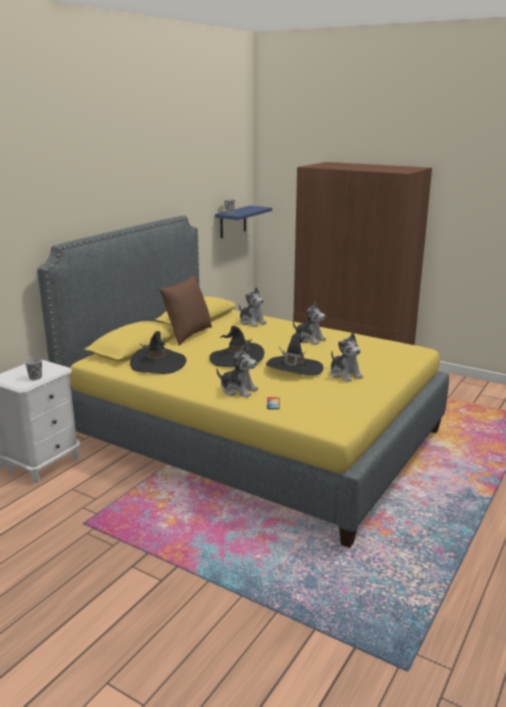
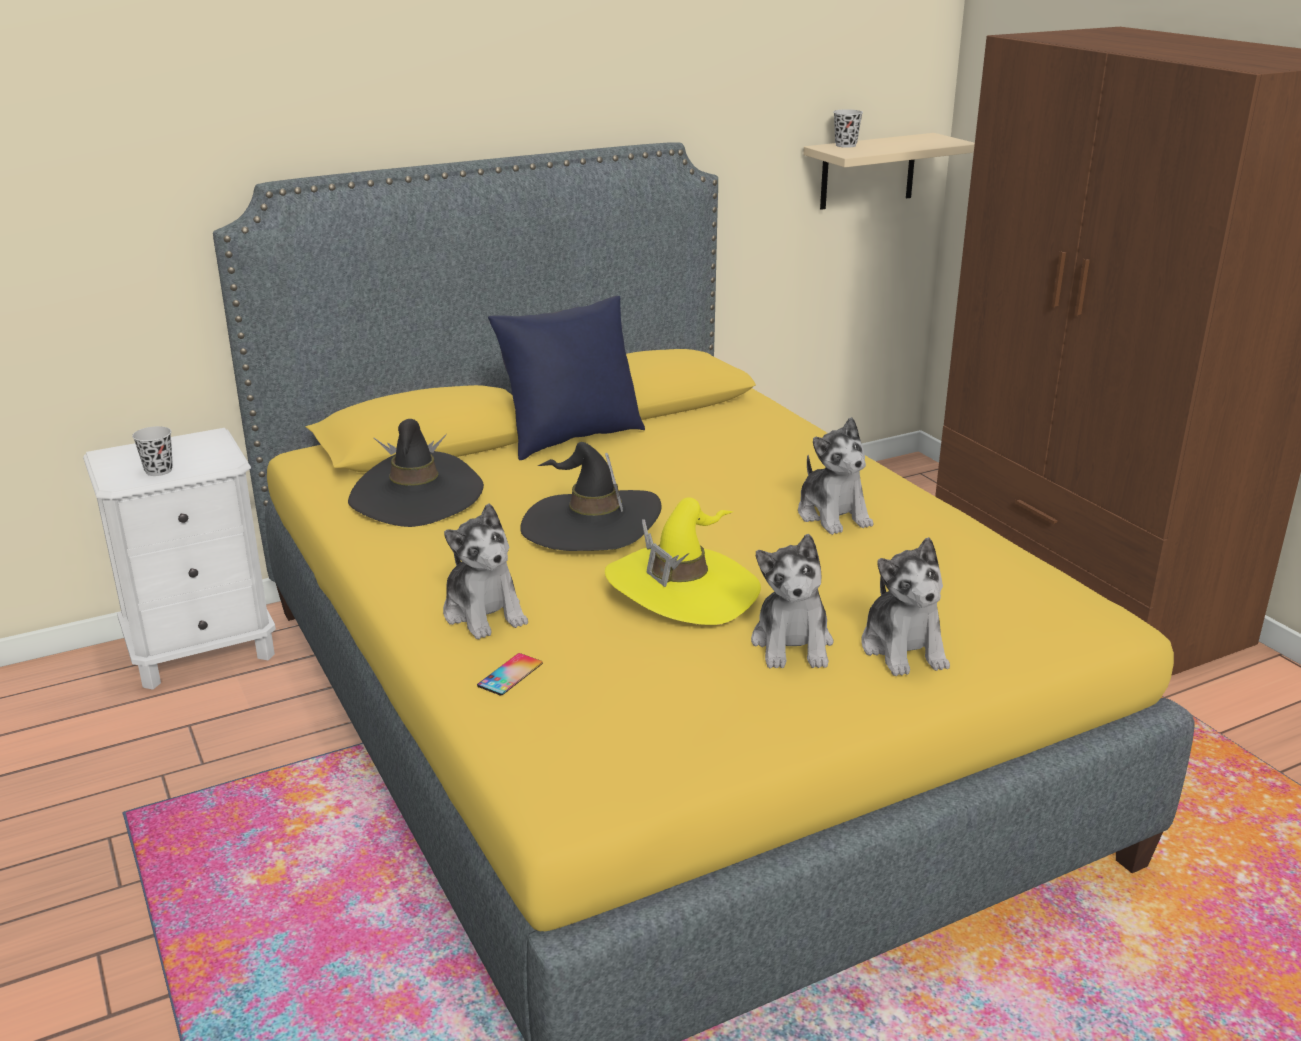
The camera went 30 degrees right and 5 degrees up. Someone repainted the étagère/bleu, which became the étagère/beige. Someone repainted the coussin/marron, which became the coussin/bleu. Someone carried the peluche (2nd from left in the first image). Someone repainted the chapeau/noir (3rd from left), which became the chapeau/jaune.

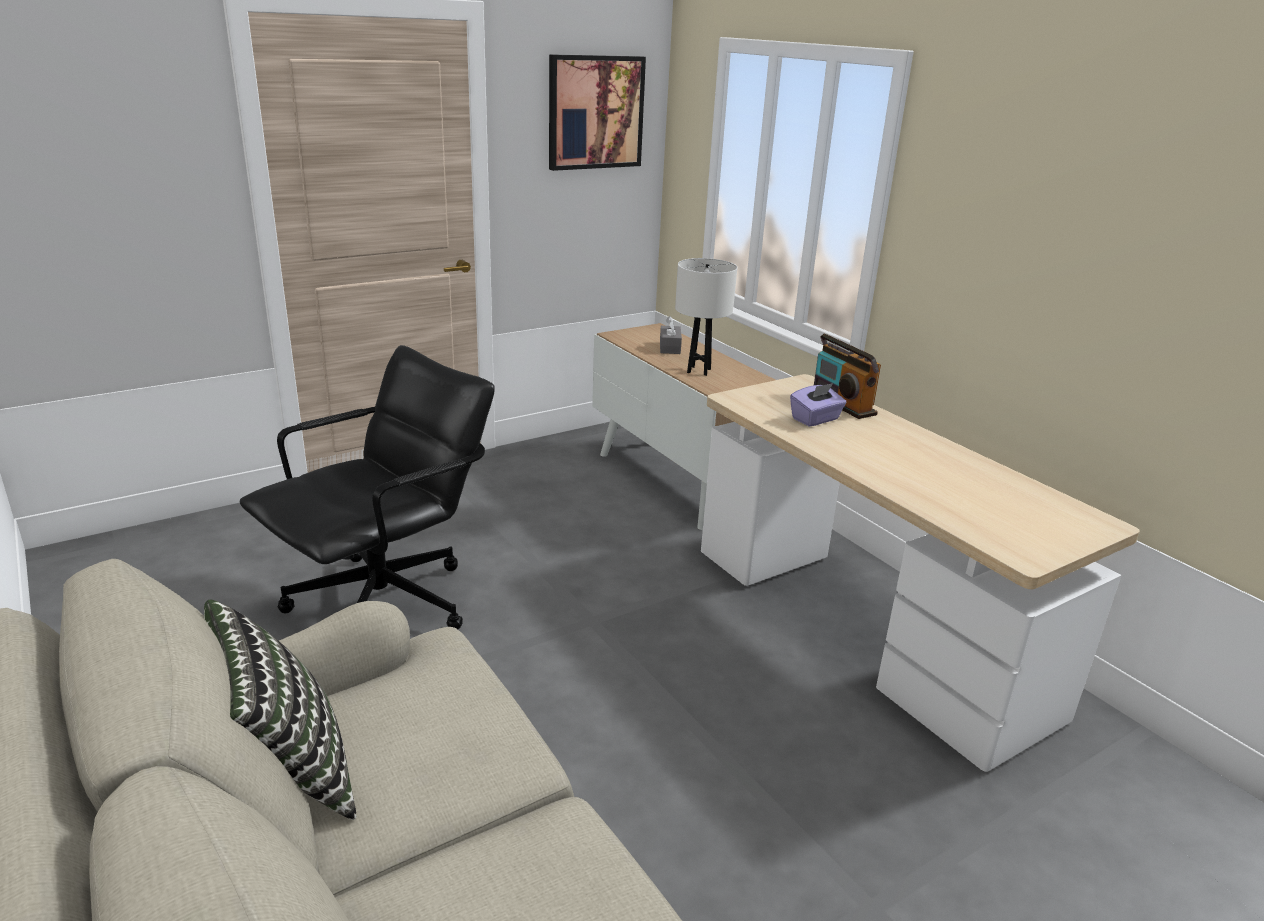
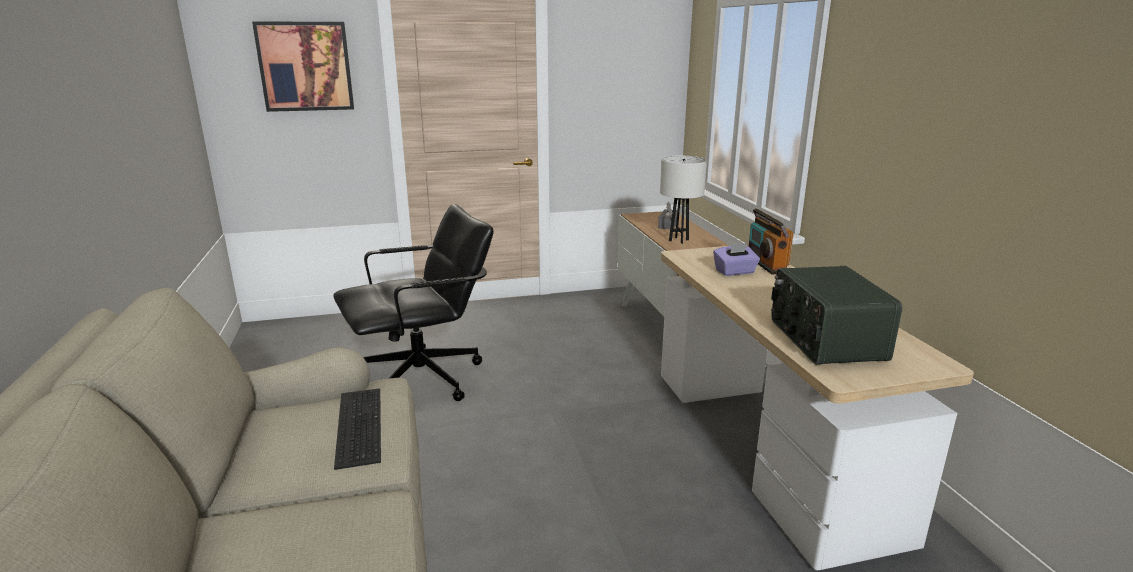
The camera went 20 degrees right and 5 degrees down. Someone carried the tableau. Someone took away the coussin. Someone put down the radio (2nd from left). Someone put down the clavier.

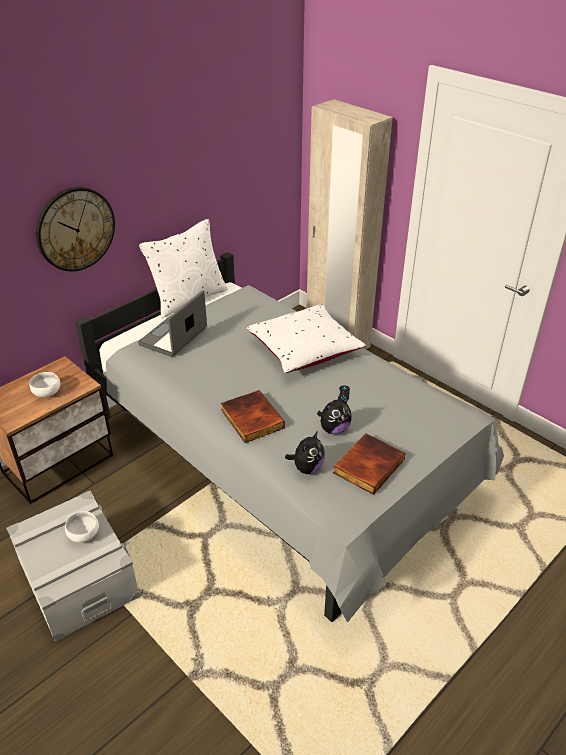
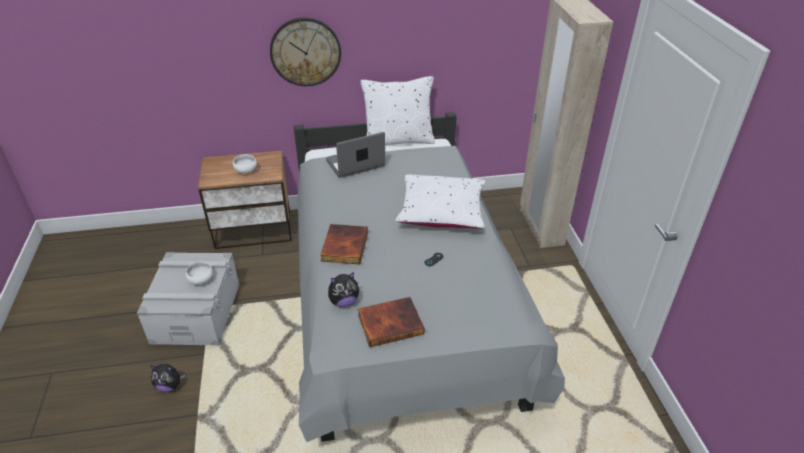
The camera went 35 degrees right and 0 degrees up. Someone carried the peluche (2nd from left in the first image).

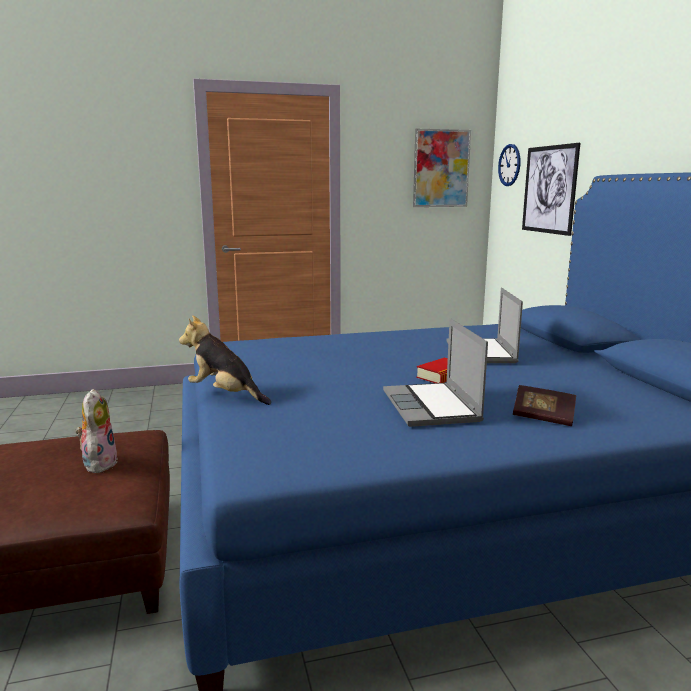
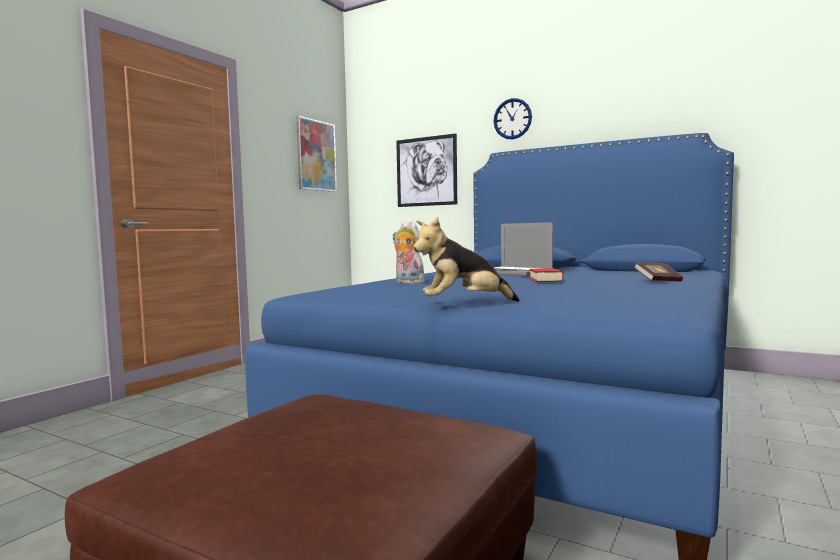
The camera went 45 degrees left and 10 degrees down. Someone carried the horloge murale. Someone took away the ordinateur portable (1st from left). Someone carried the peluche (1st from left).

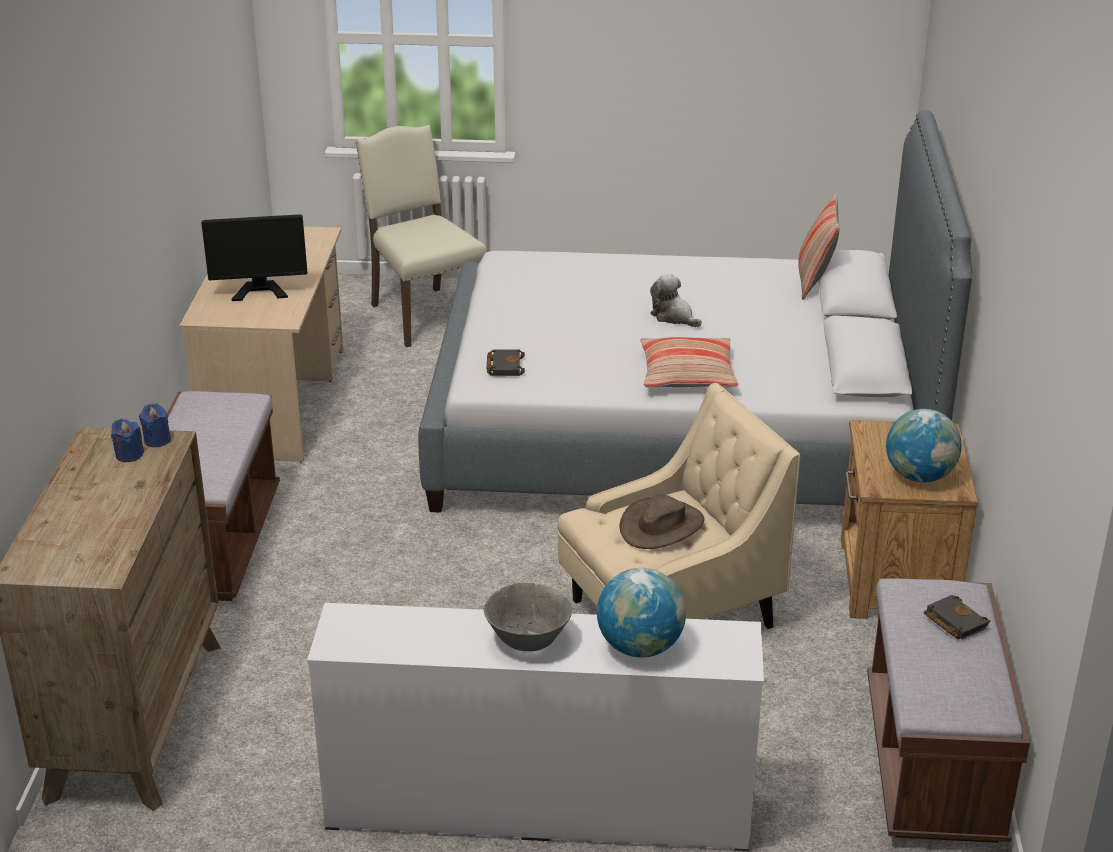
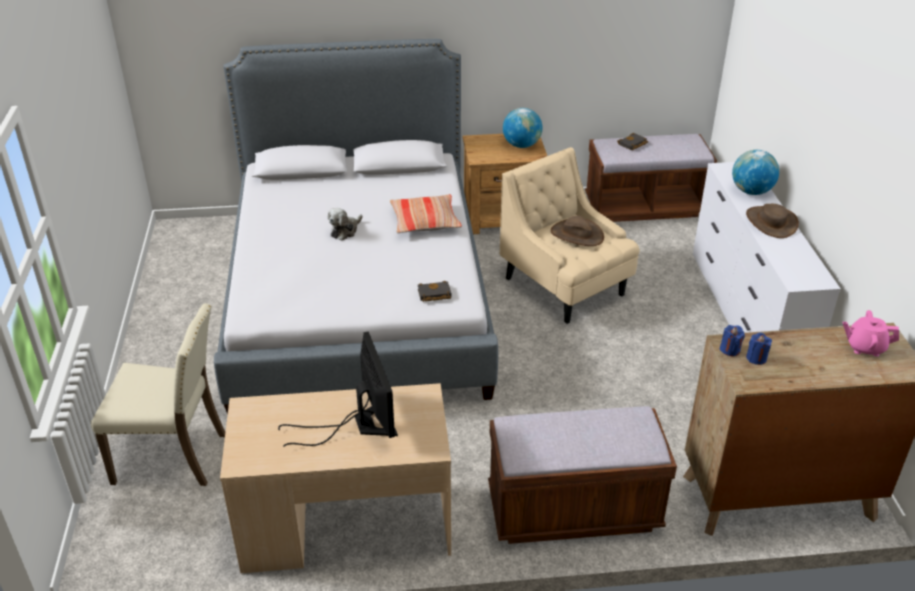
The camera went 100 degrees left and 5 degrees up. Someone rotated the chaise/beige by 135 degrees counterclockwise. Someone took away the coussin (2nd from left). Someone swapped the bol/gris for the chapeau/marron (2nd from left). Someone put down the théière/rose.

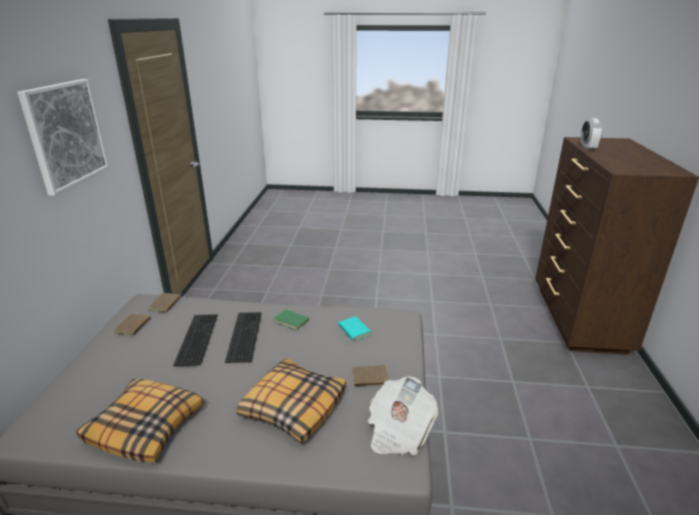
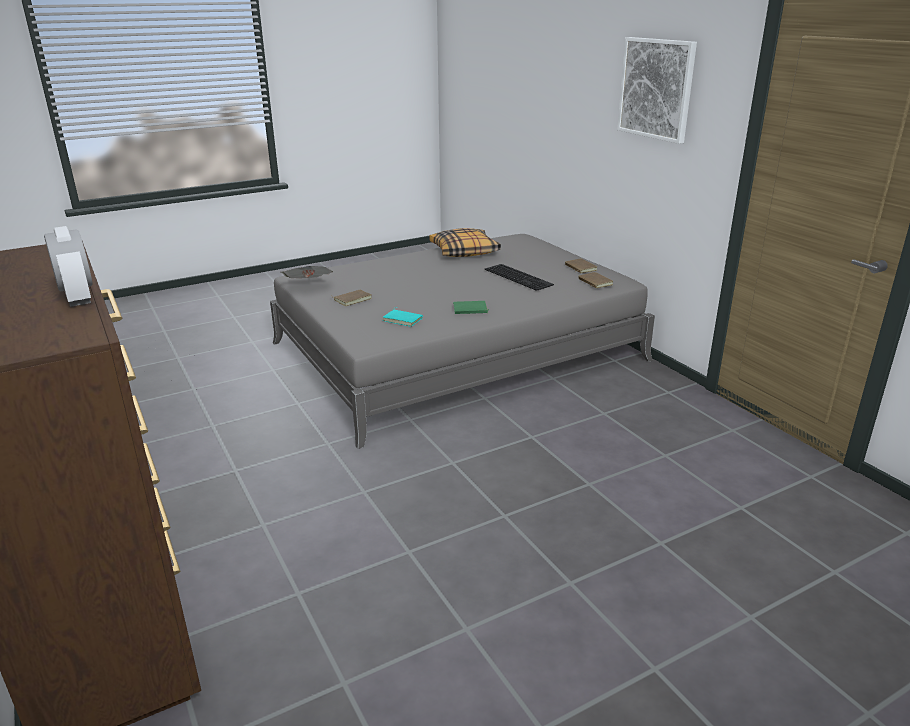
The camera went 145 degrees right and 0 degrees up. Someone took away the clavier (2nd from left). Someone took away the coussin (2nd from left).

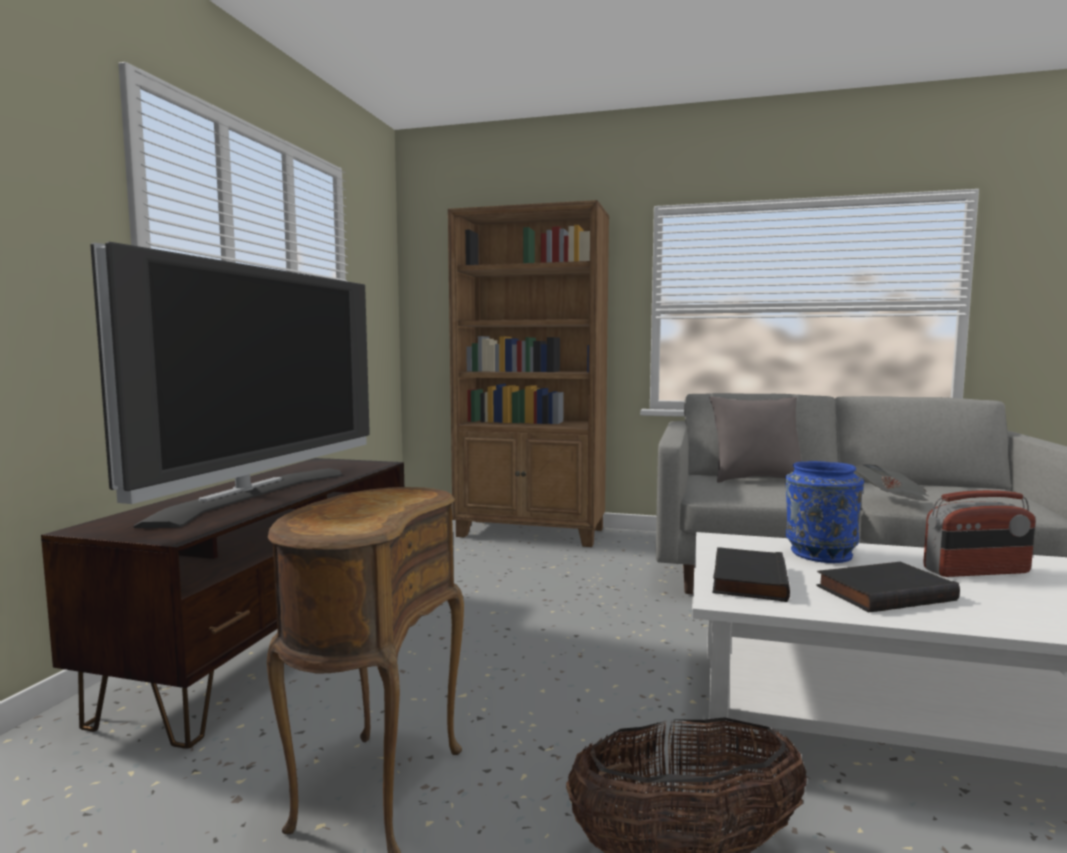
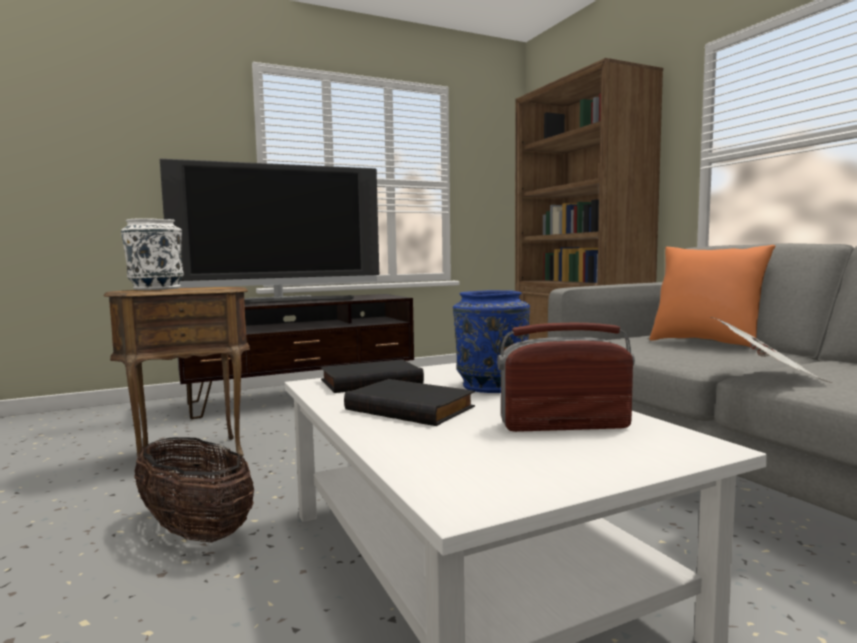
The camera went 50 degrees right and 0 degrees up. Someone repainted the coussin/gris, which became the coussin/orange. Someone rotated the radio by 135 degrees clockwise. Someone put down the vase/blanc.

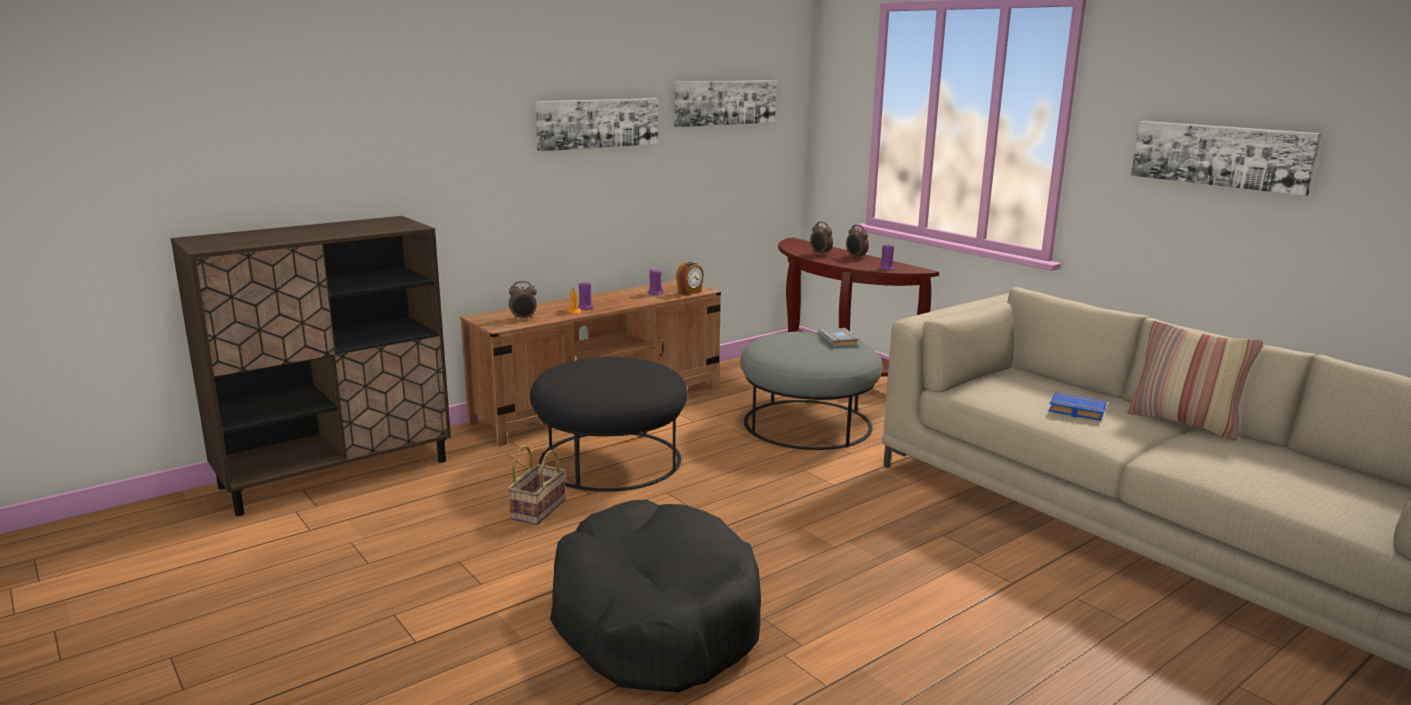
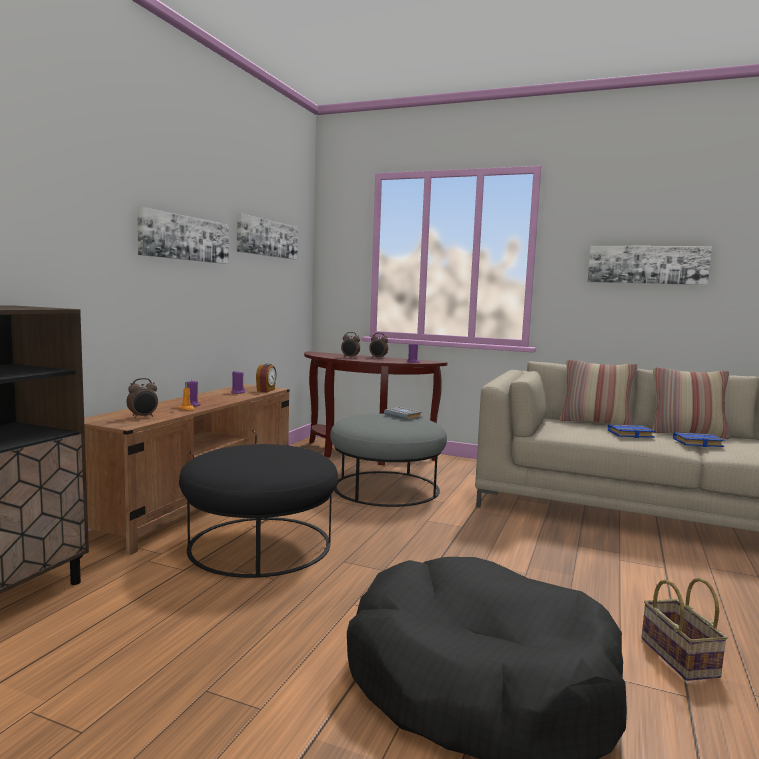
The camera went 30 degrees left and 10 degrees down. Someone carried the panier. Someone put down the coussin (1st from left). Someone put down the livre/bleu (2nd from left).

